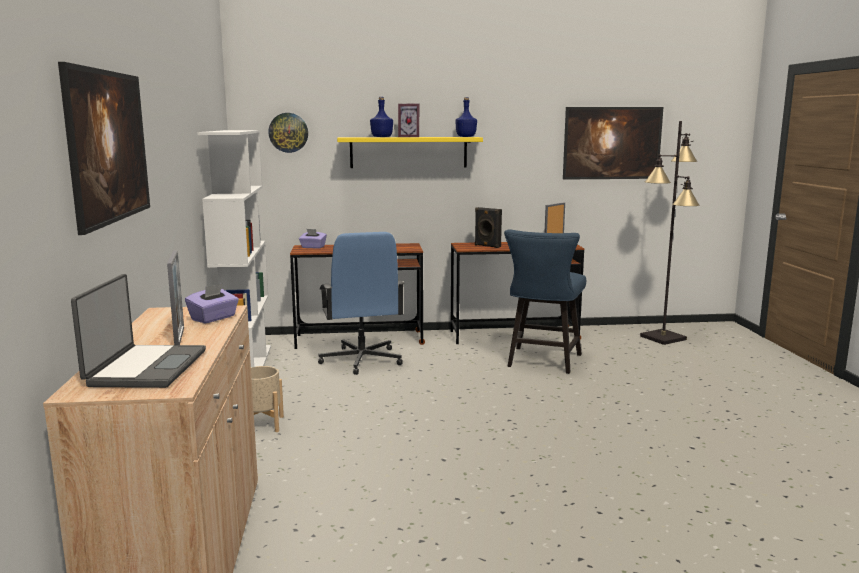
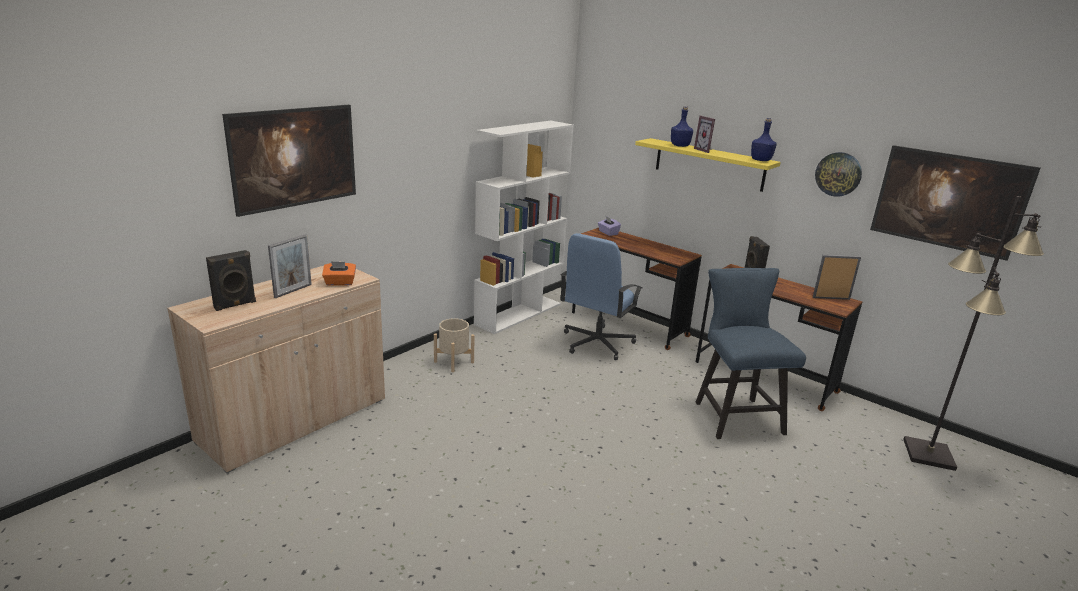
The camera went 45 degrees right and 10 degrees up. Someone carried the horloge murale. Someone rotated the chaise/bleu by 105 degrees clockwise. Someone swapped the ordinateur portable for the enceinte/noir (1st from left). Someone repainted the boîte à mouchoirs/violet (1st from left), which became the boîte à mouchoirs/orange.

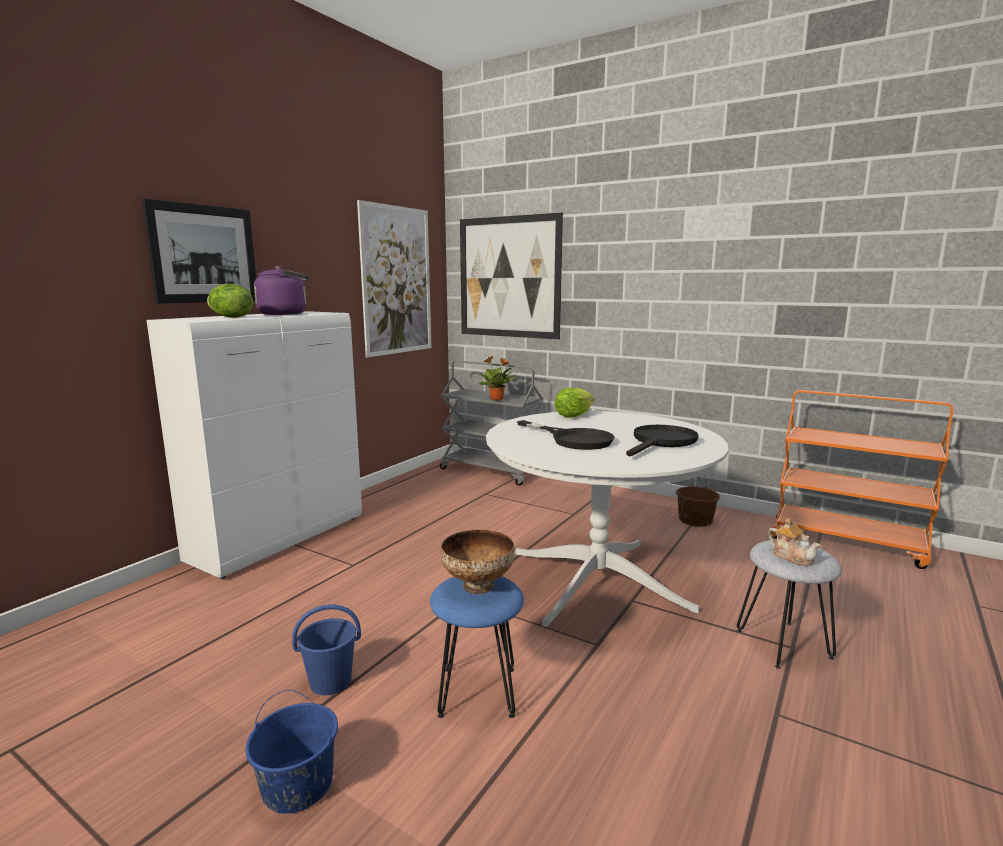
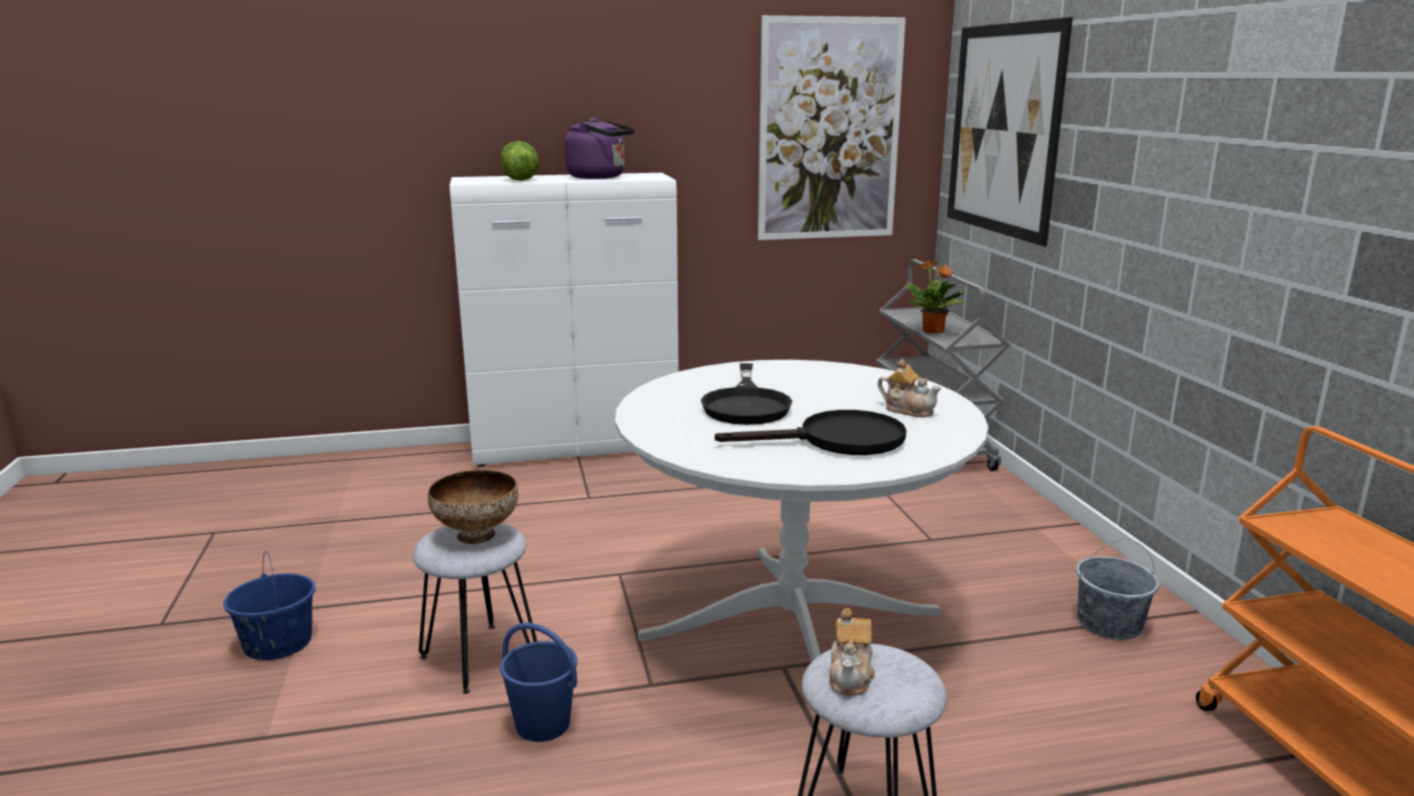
The camera went 45 degrees right and 5 degrees up. Someone took away the tableau (1st from left). Someone took away the laitue (2nd from left). Someone repainted the seau/marron, which became the seau/gris. Someone repainted the tabouret/bleu, which became the tabouret/gris (1st from left). Someone carried the seau/bleu (2nd from left). Someone put down the théière (2nd from left).

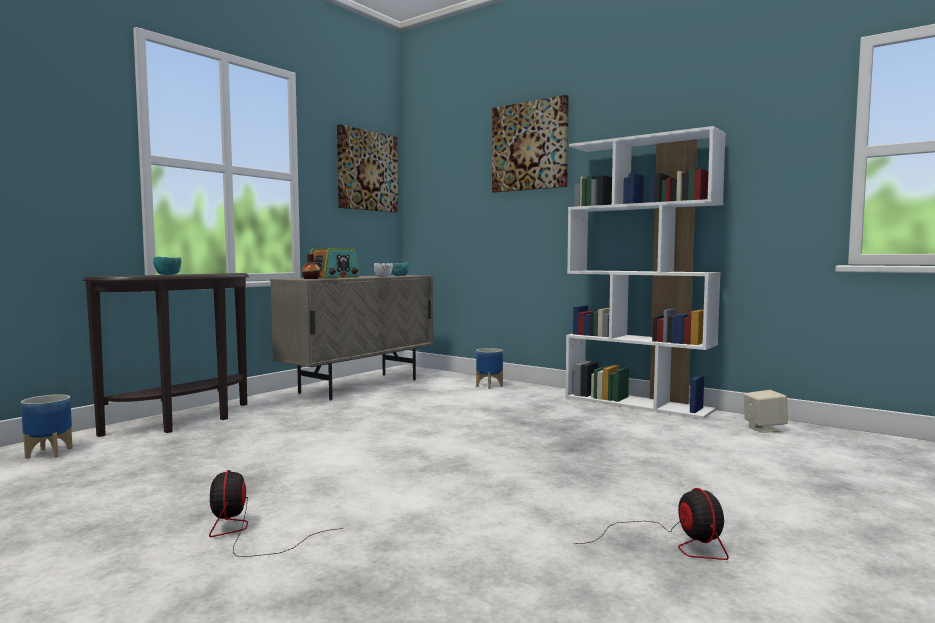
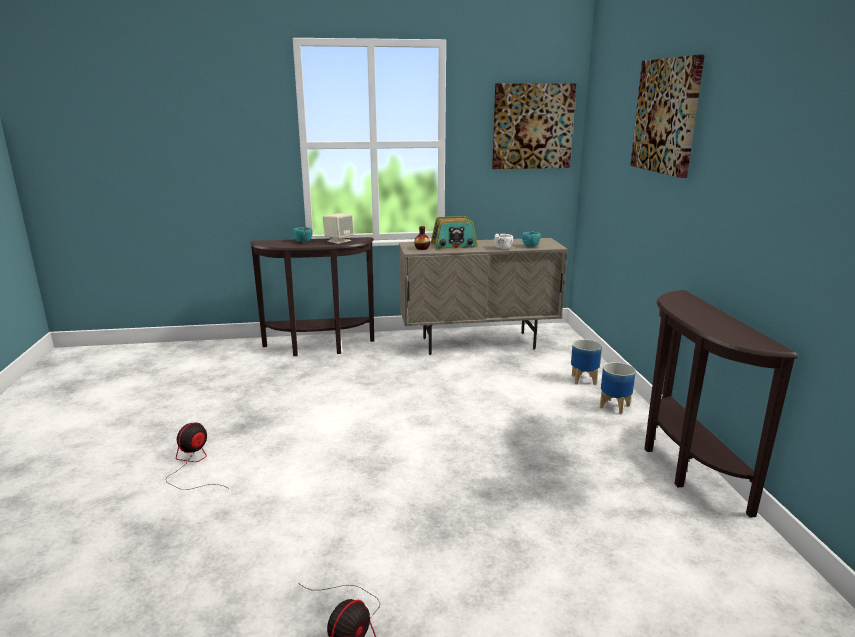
The camera went 45 degrees right and 15 degrees up. Someone swapped the bibliothèque/blanc for the table console/marron (2nd from left). Someone carried the enceinte/beige. Someone carried the cache-pot (1st from left in the first image).

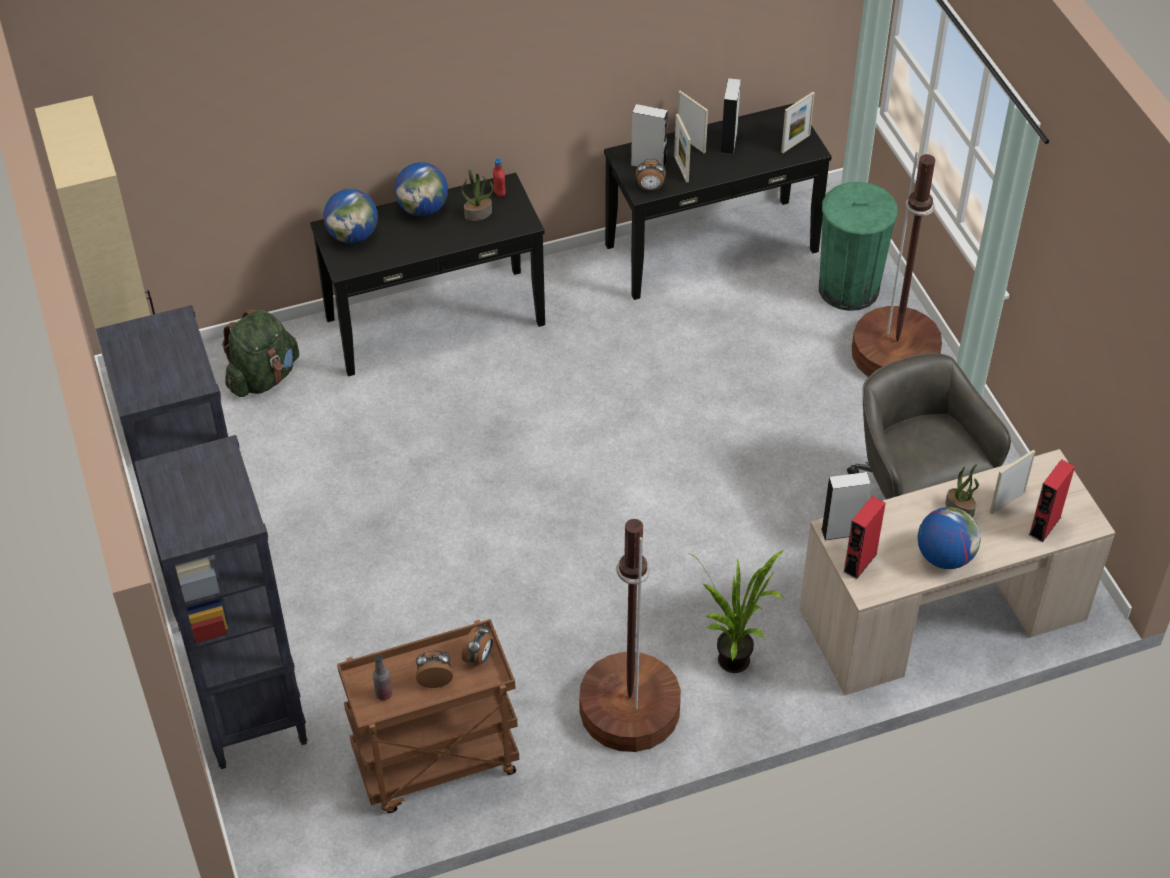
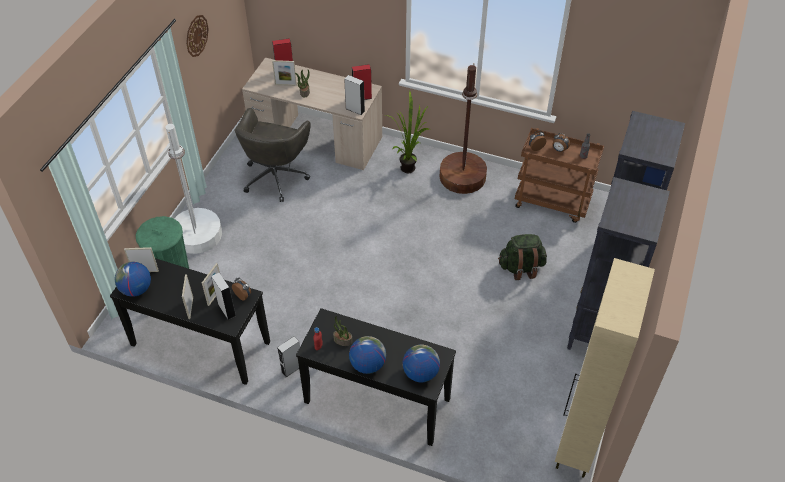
The camera went 140 degrees left and 0 degrees up. Someone carried the enceinte/gris (2nd from left). Someone repainted the lampadaire/marron (2nd from left), which became the lampadaire/blanc. Someone carried the sac à dos/vert. Someone carried the globe (3rd from left in the first image). Someone put up the horloge murale.

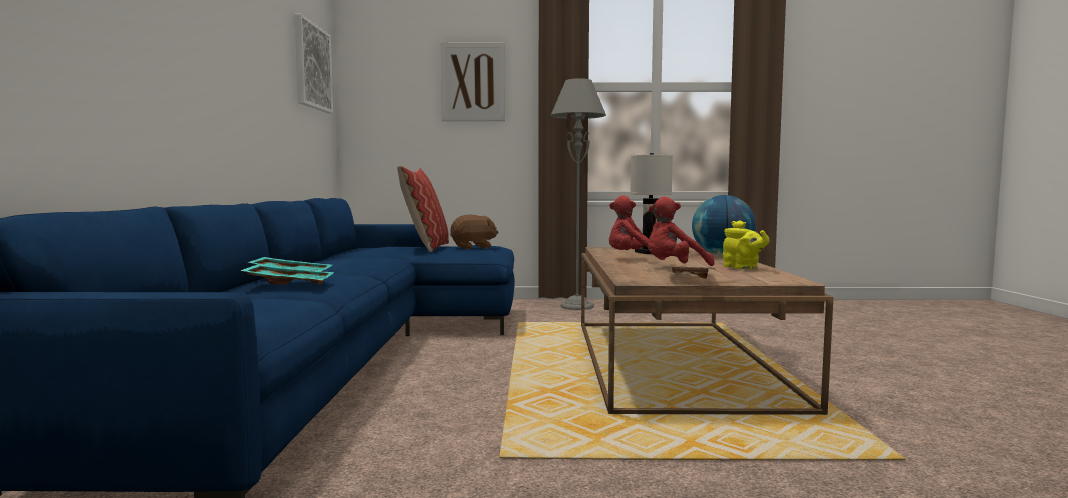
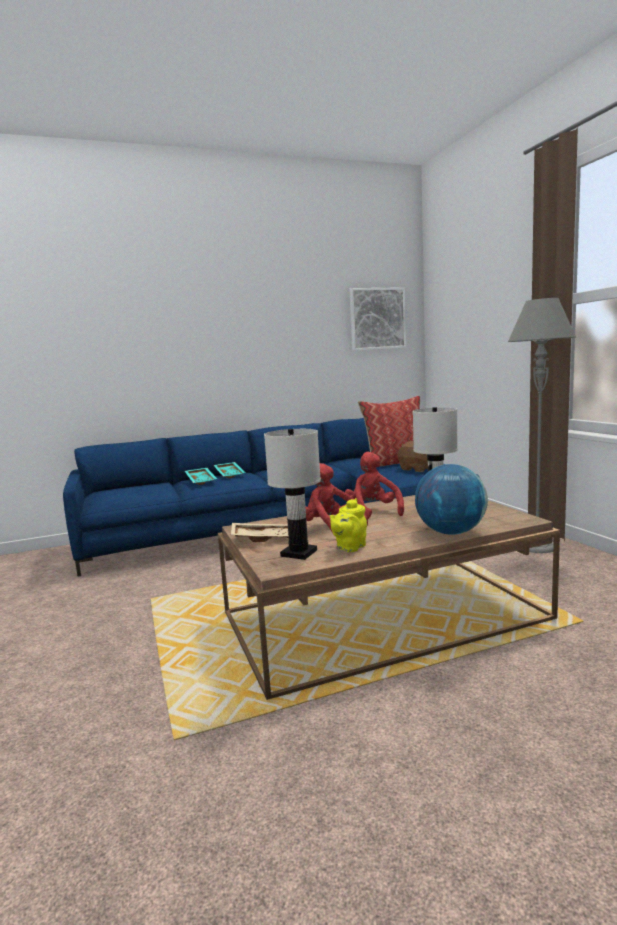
The camera went 70 degrees right and 5 degrees up. Someone took away the tableau (2nd from left). Someone put down the lampe de table/blanc (1st from left).

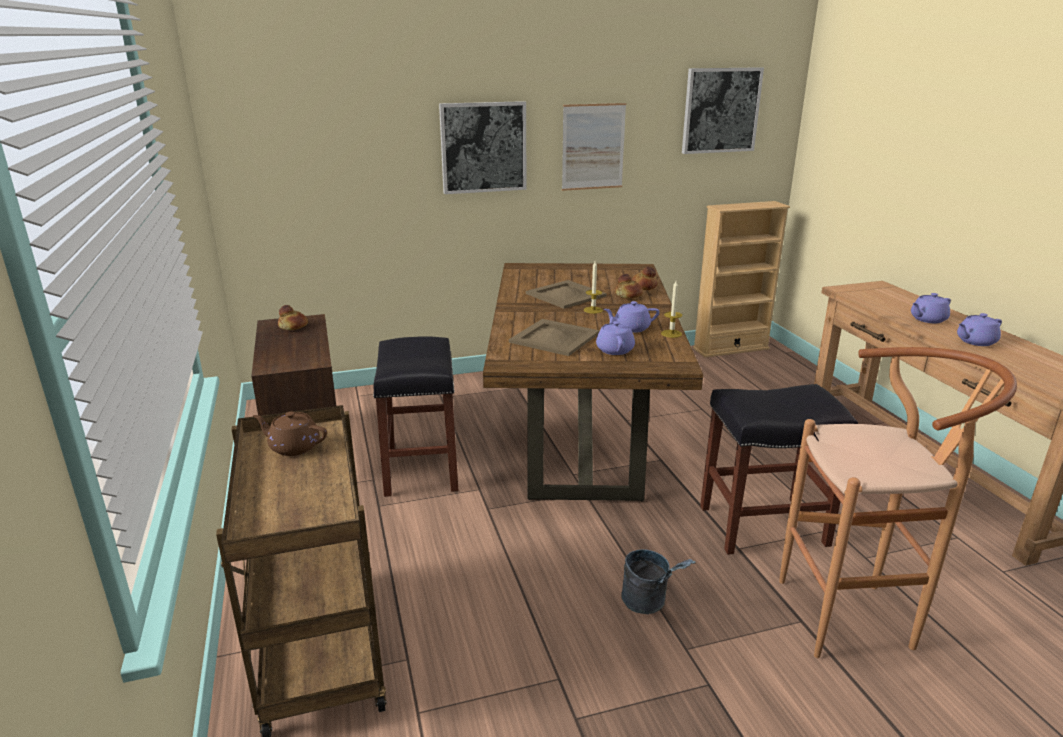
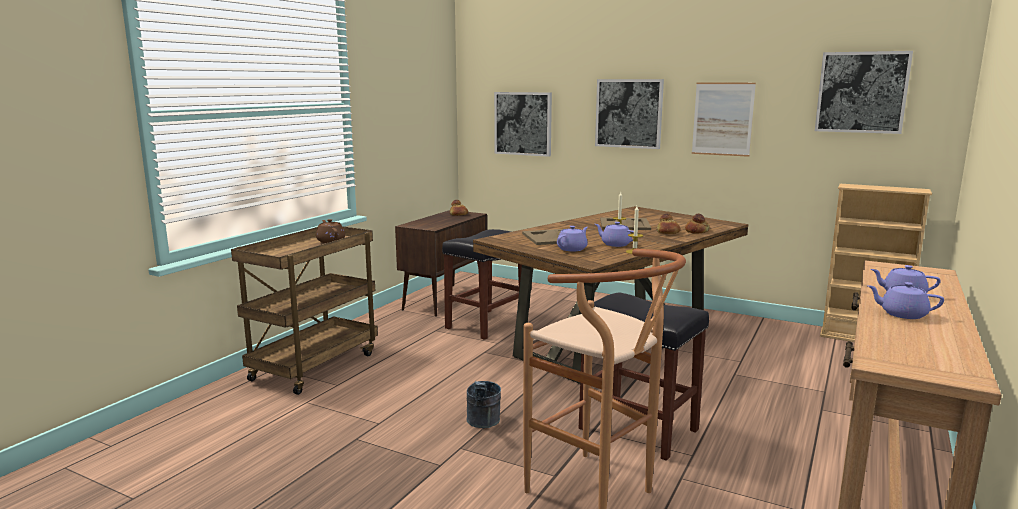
The camera went 45 degrees right and 10 degrees down. Someone put up the tableau (1st from left).

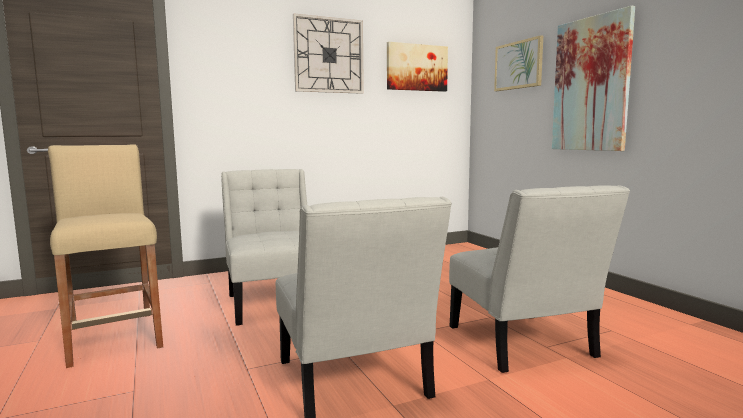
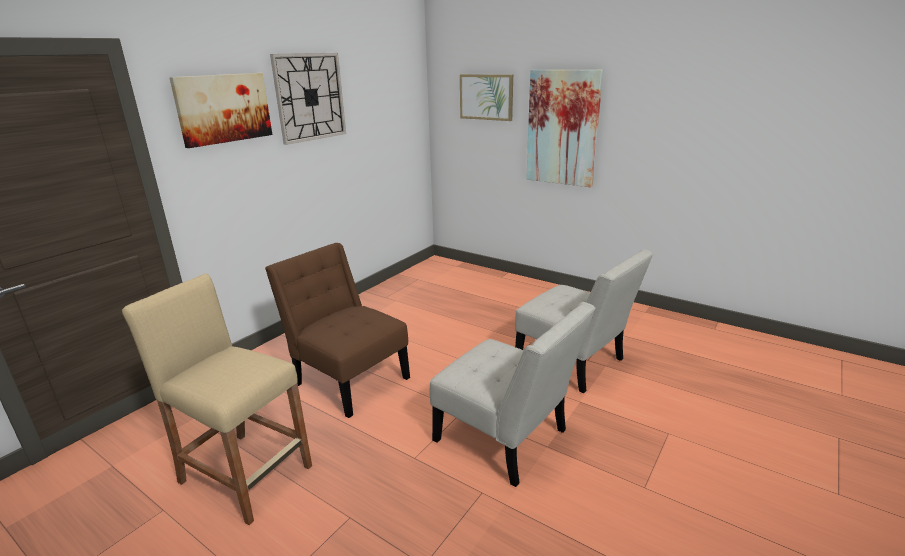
The camera went 30 degrees left and 15 degrees up. Someone carried the tableau (1st from left). Someone repainted the chaise/blanc (1st from left), which became the chaise/marron.

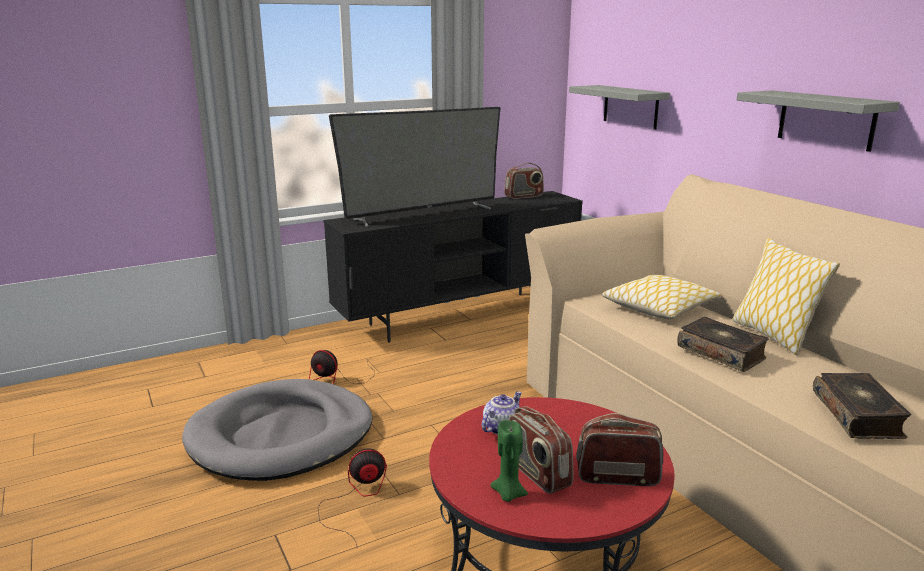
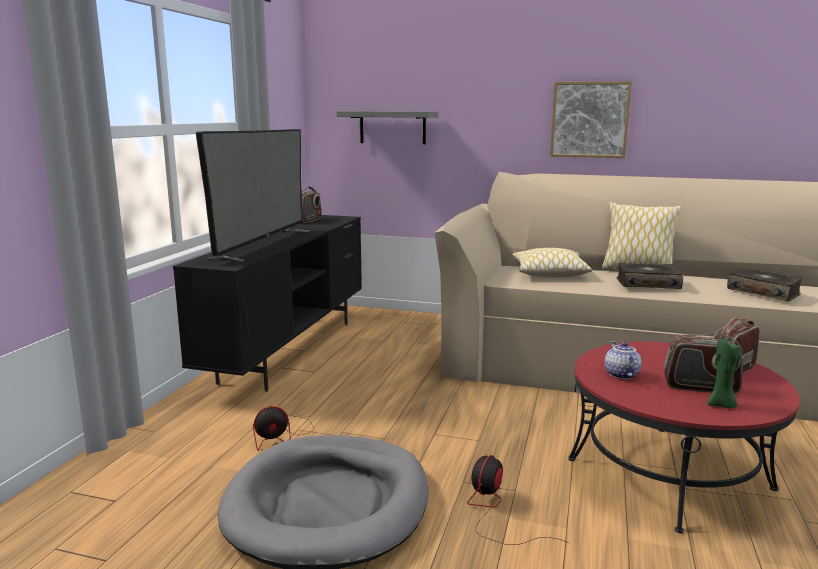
The camera went 45 degrees left and 5 degrees down. Someone swapped the étagère/gris (2nd from left) for the tableau.

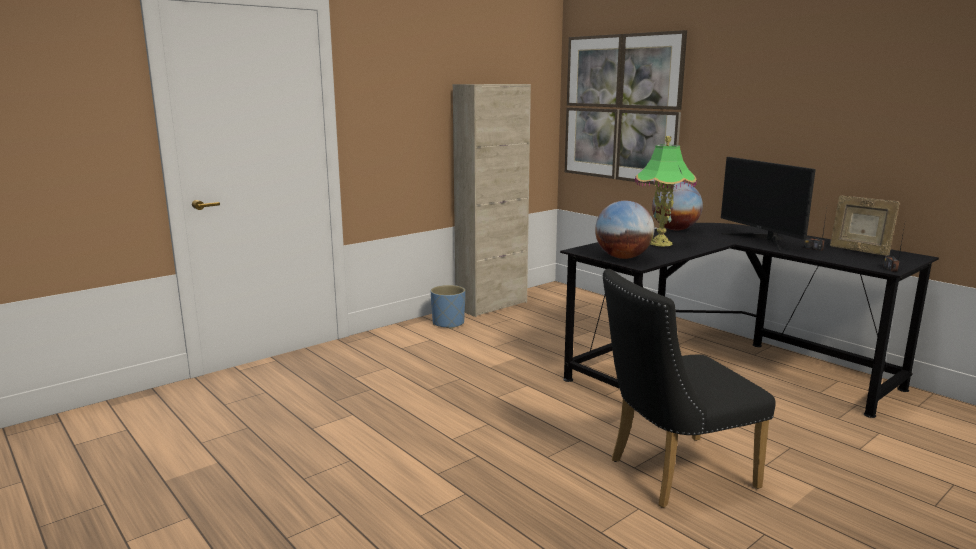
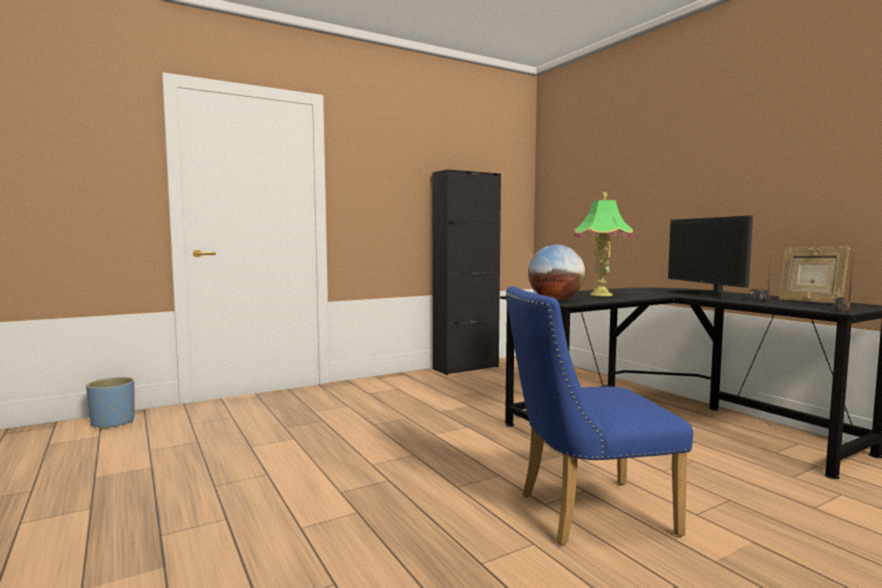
The camera went 10 degrees right and 10 degrees down. Someone took away the tableau. Someone repainted the meuble de rangement/beige, which became the meuble de rangement/noir. Someone took away the globe (2nd from left). Someone repainted the chaise/noir, which became the chaise/bleu. Someone carried the cache-pot/bleu.

